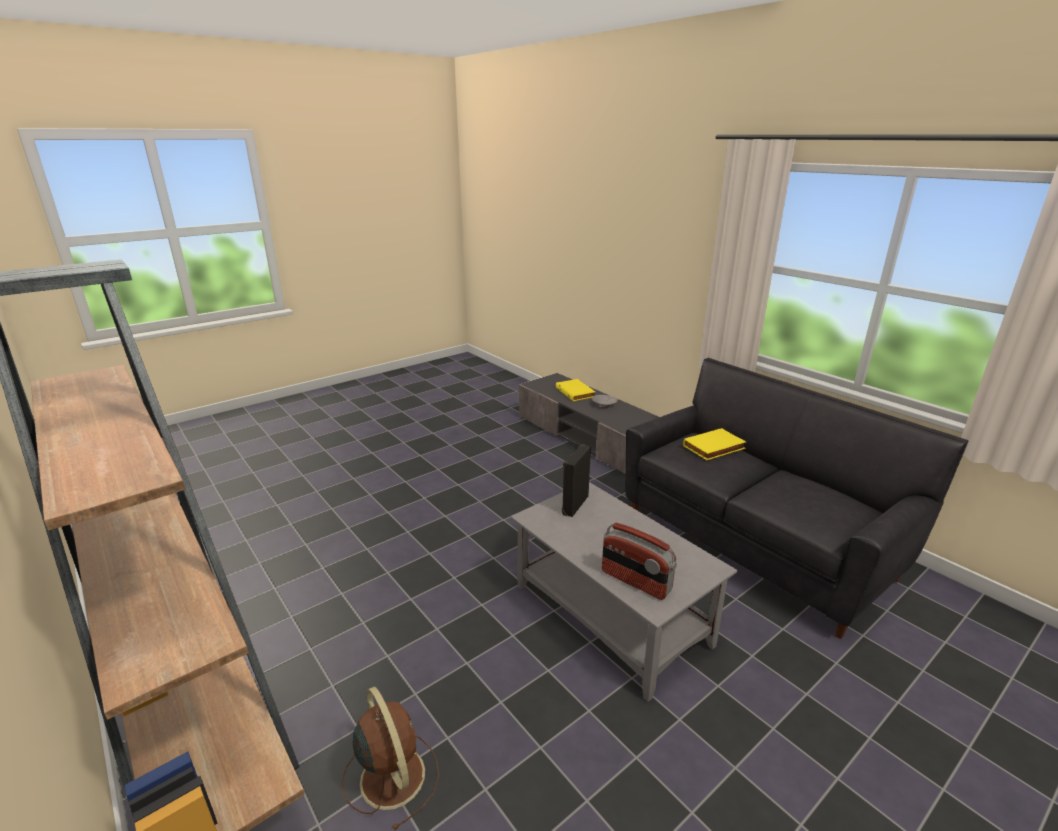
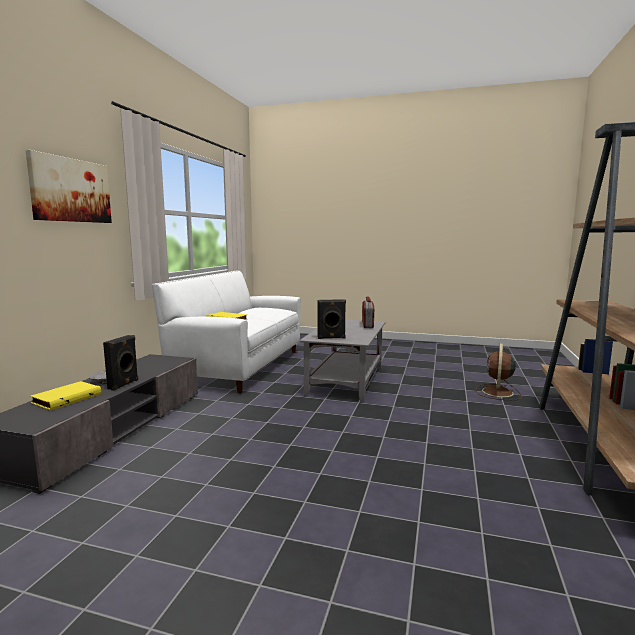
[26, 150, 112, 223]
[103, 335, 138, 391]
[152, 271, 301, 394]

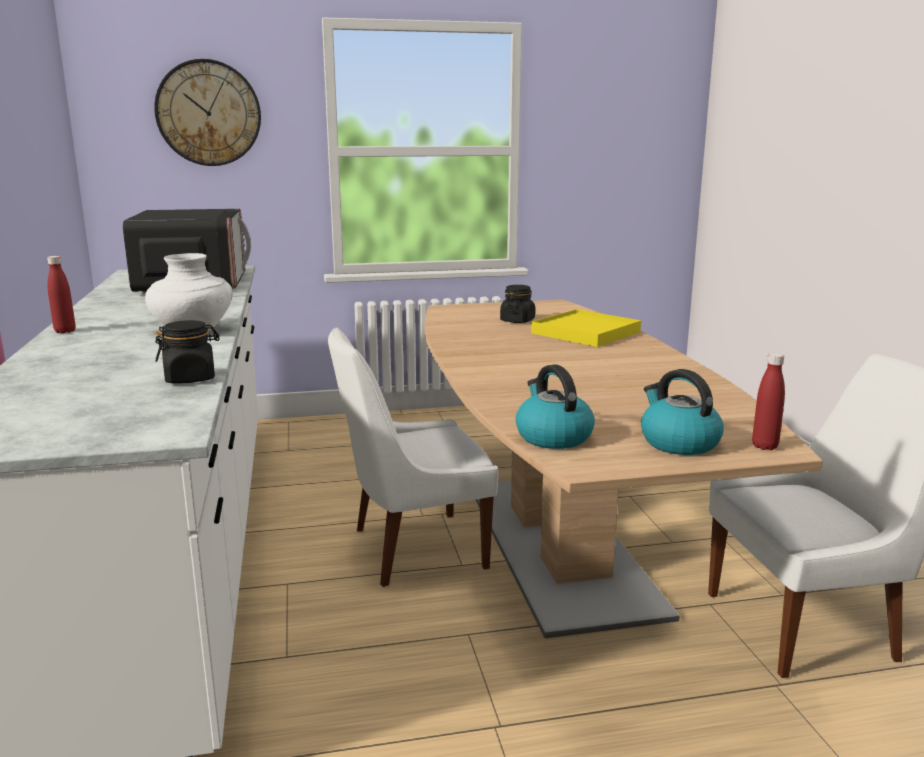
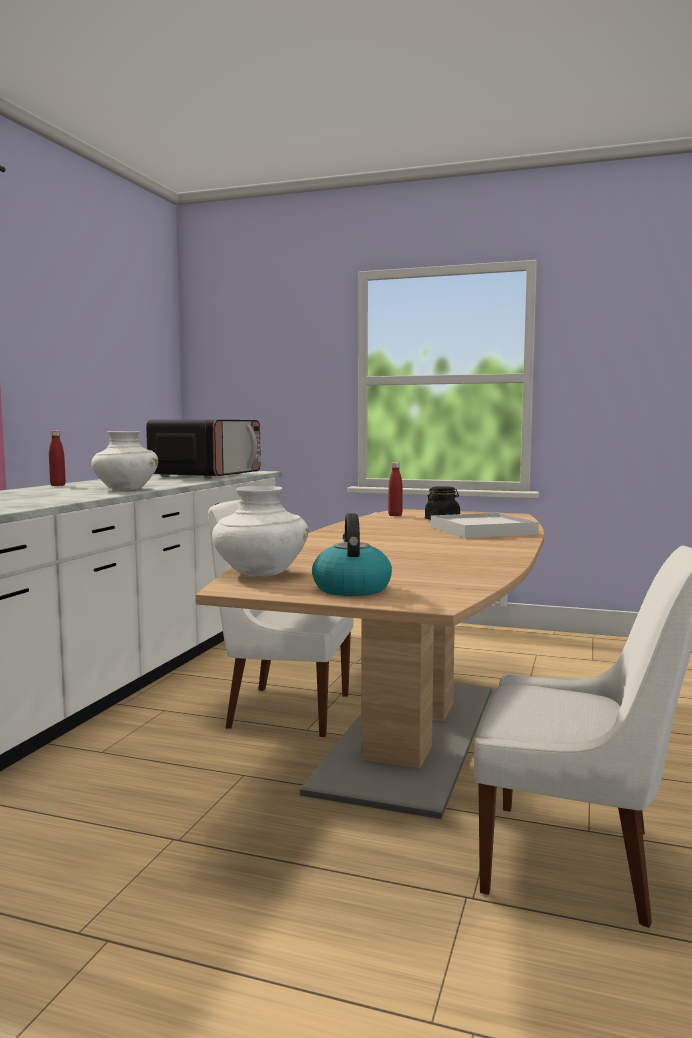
[154, 59, 261, 166] (first image)
[155, 320, 220, 383] (first image)
[388, 462, 403, 516]
[212, 486, 308, 577]
[431, 513, 539, 538]

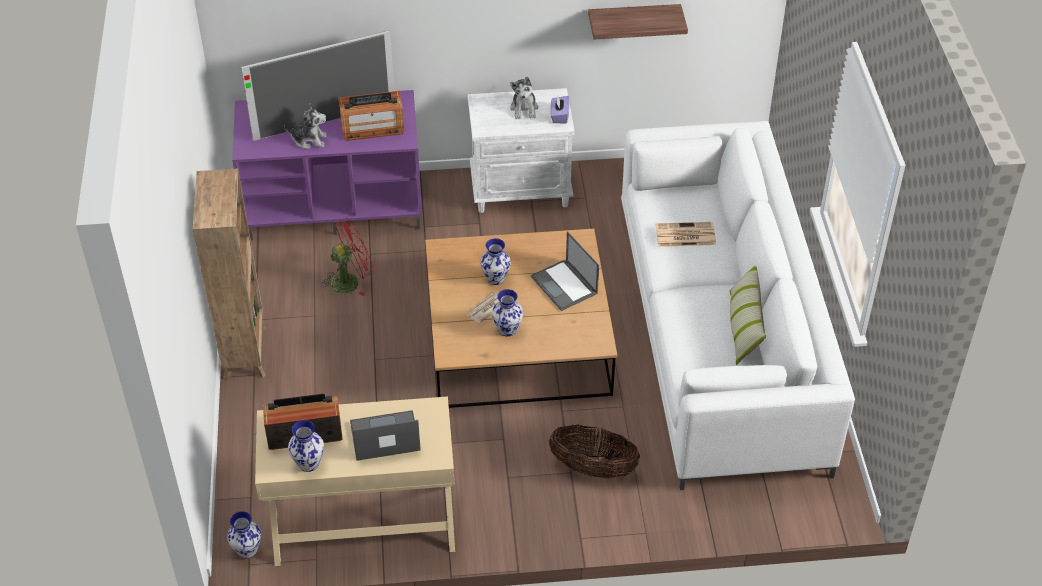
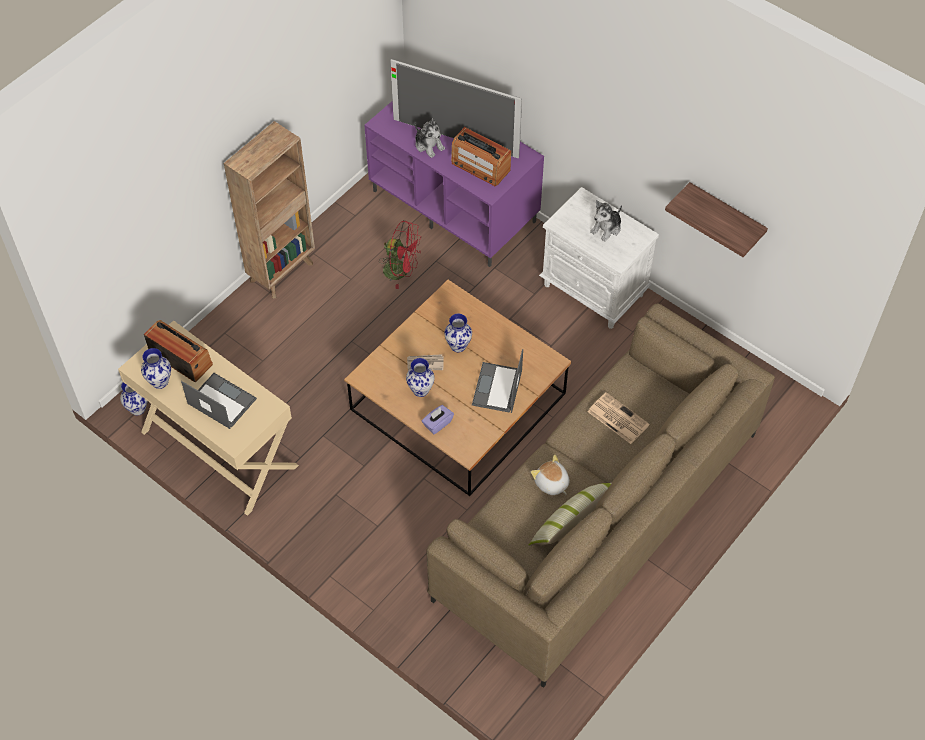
[549, 425, 640, 478] (first image)
[531, 455, 570, 495]
[422, 405, 454, 435]
[427, 303, 775, 688]

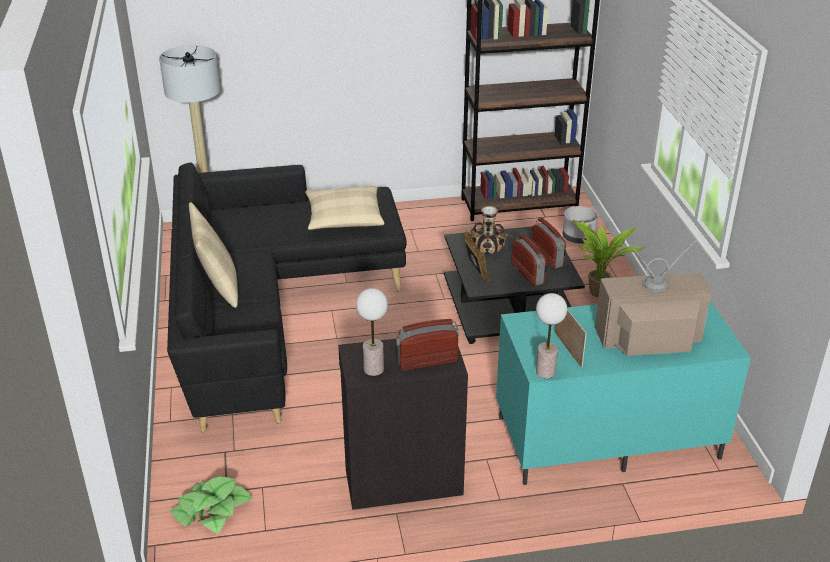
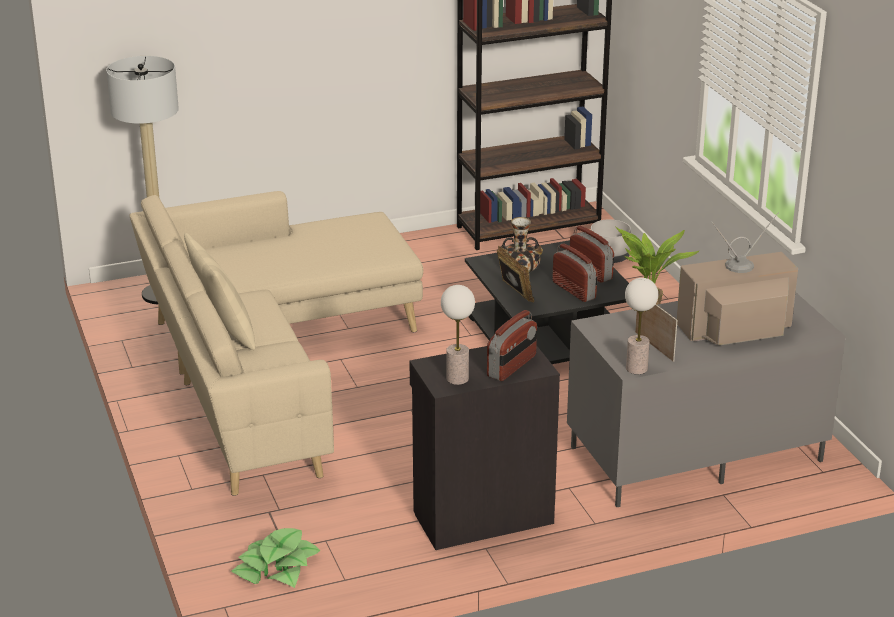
[305, 186, 384, 230] (first image)
[129, 191, 423, 496]
[567, 293, 846, 507]
[487, 310, 537, 381]

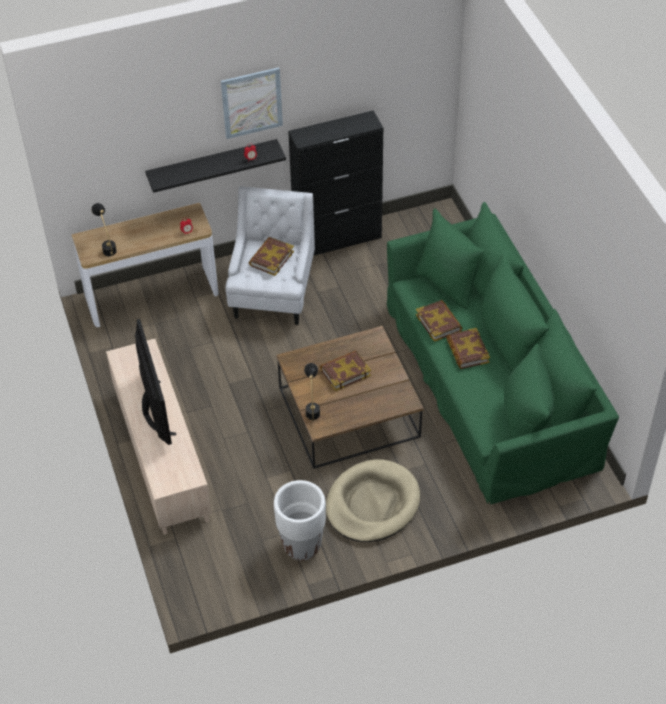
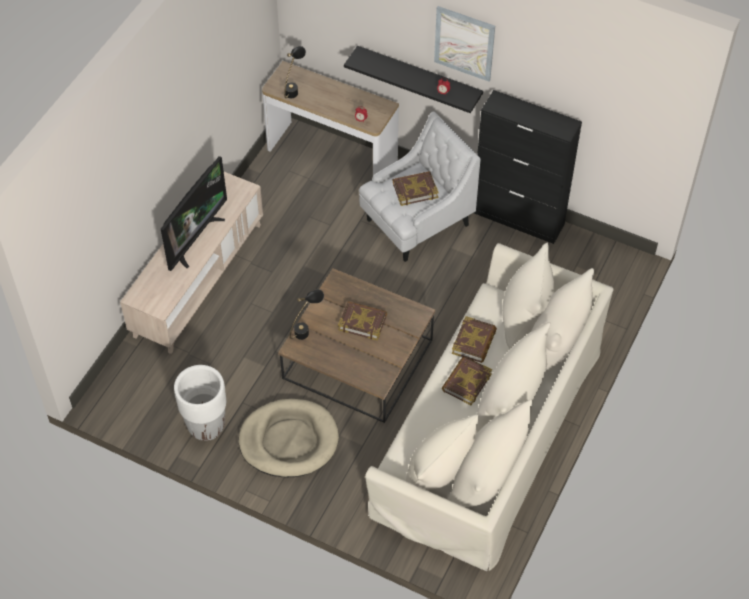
[365, 242, 614, 571]

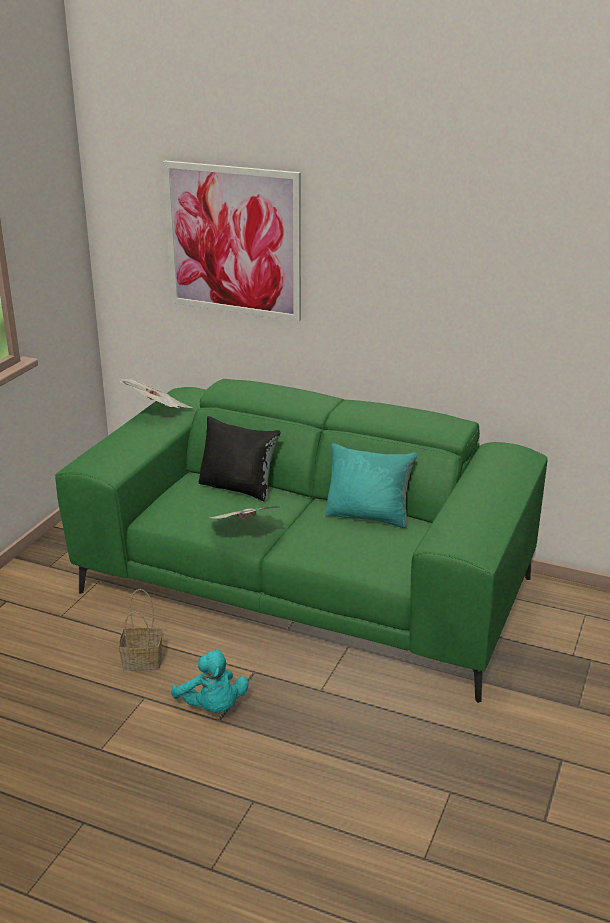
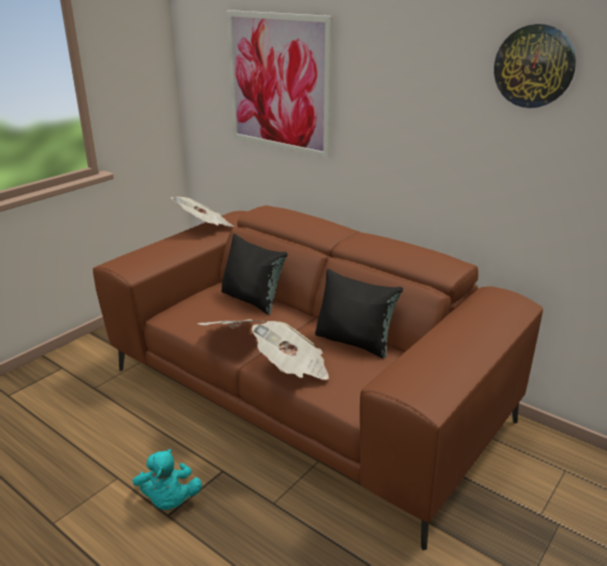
[119, 589, 162, 671] (first image)
[252, 321, 329, 380]
[494, 24, 576, 108]
[93, 205, 543, 550]
[315, 269, 403, 358]

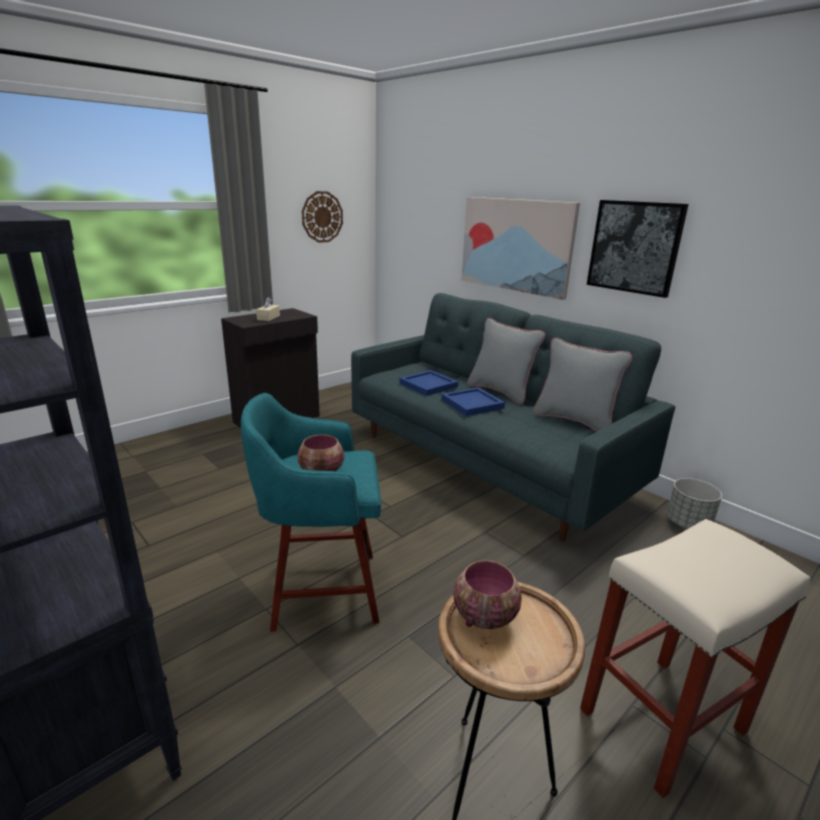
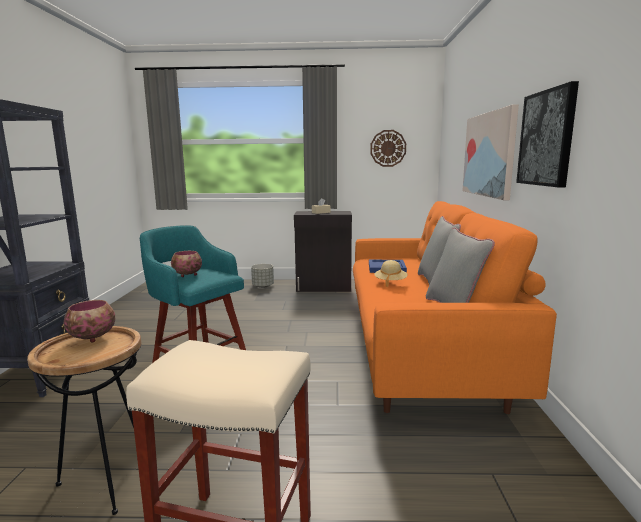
[251, 264, 274, 288]
[374, 260, 408, 287]
[353, 201, 557, 414]

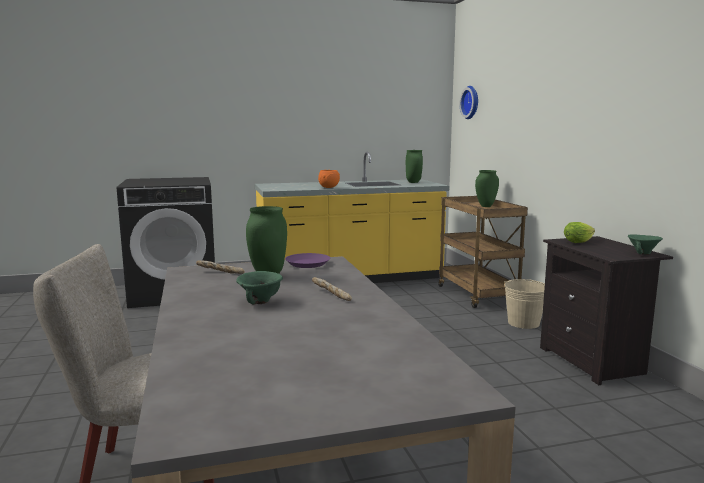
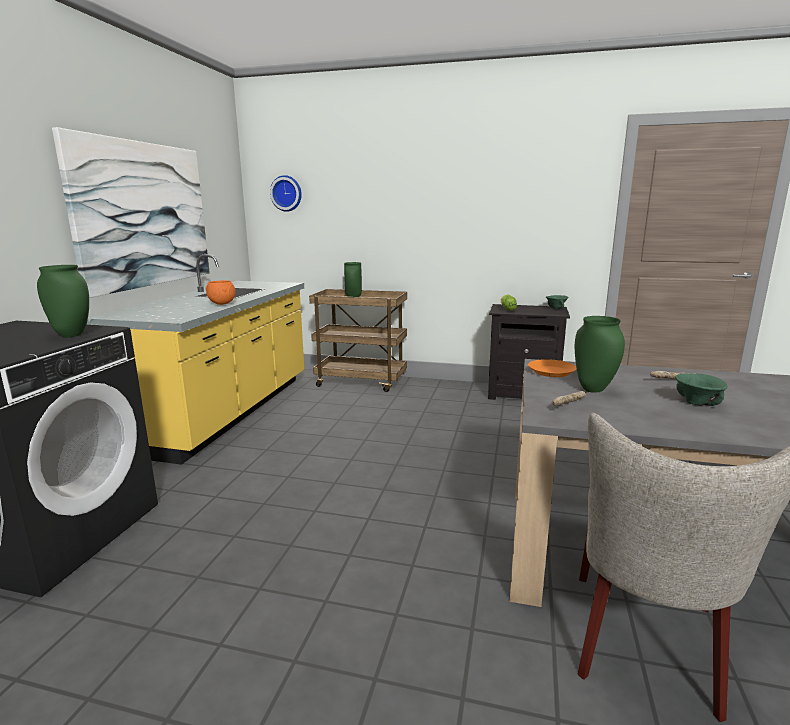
[504, 279, 545, 329] (first image)
[52, 127, 210, 298]
[37, 265, 89, 338]
[528, 359, 577, 377]

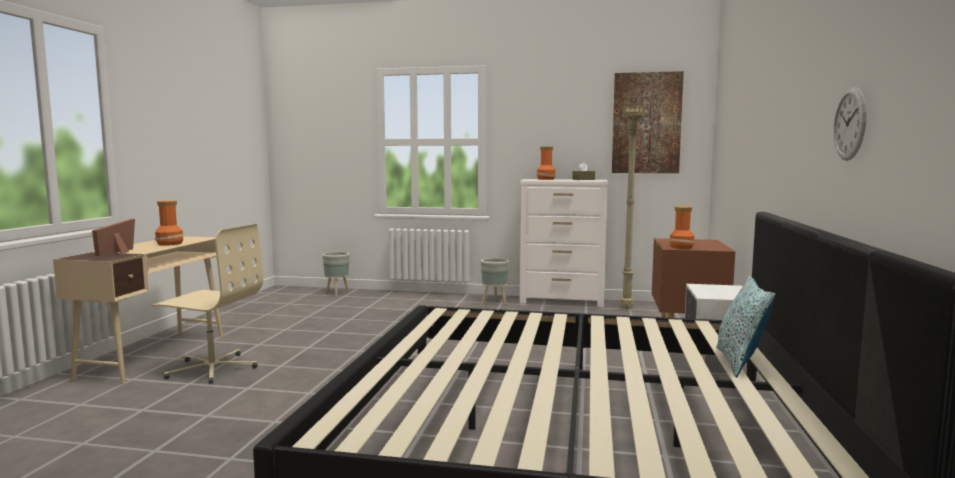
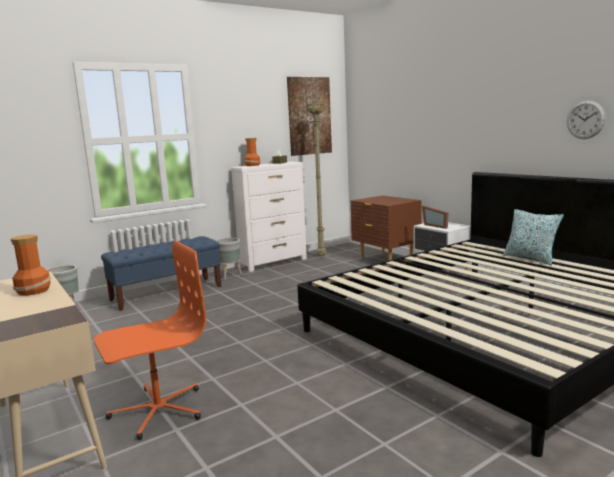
[669, 206, 695, 249] (first image)
[101, 236, 222, 311]
[422, 205, 449, 229]
[94, 241, 206, 440]

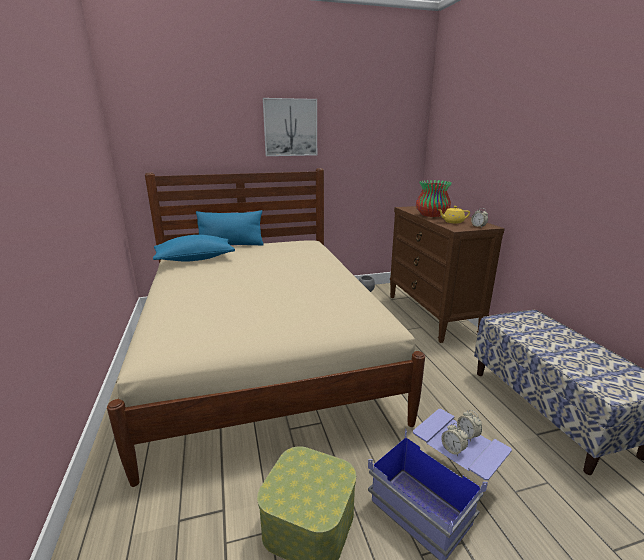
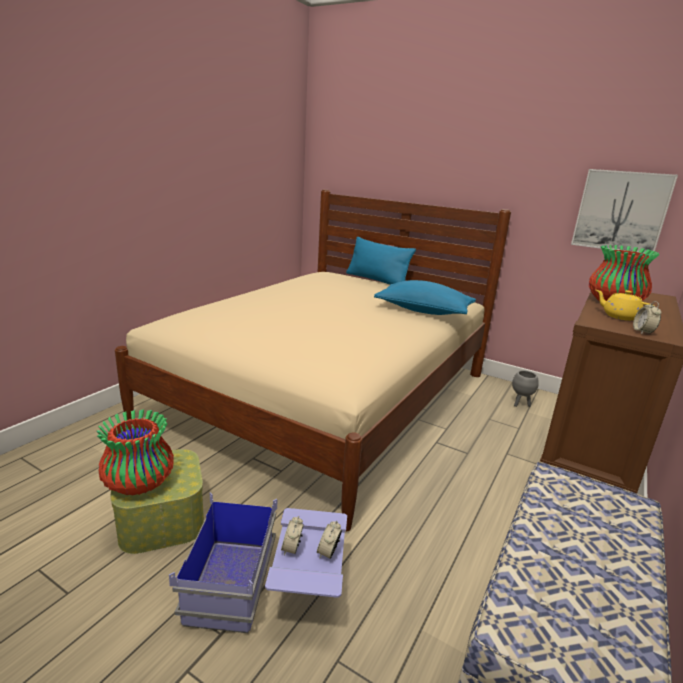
[97, 409, 174, 496]
[374, 280, 476, 315]
[571, 169, 678, 254]

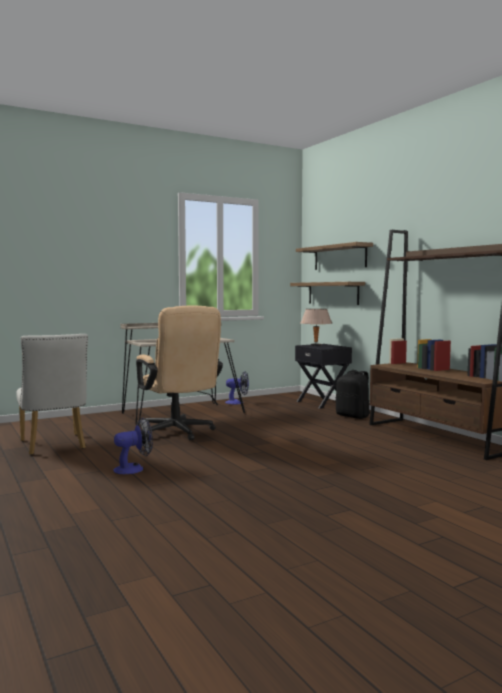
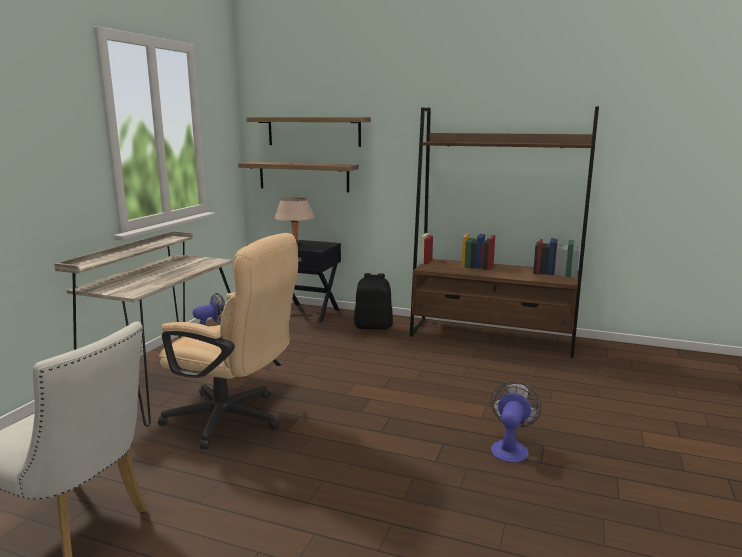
[491, 381, 541, 463]

